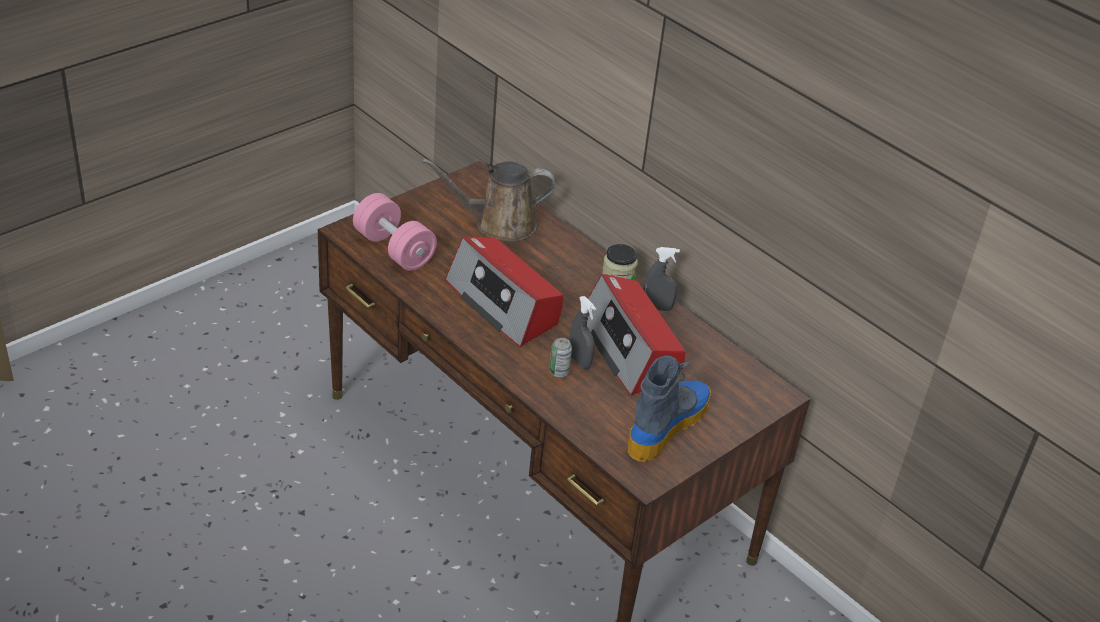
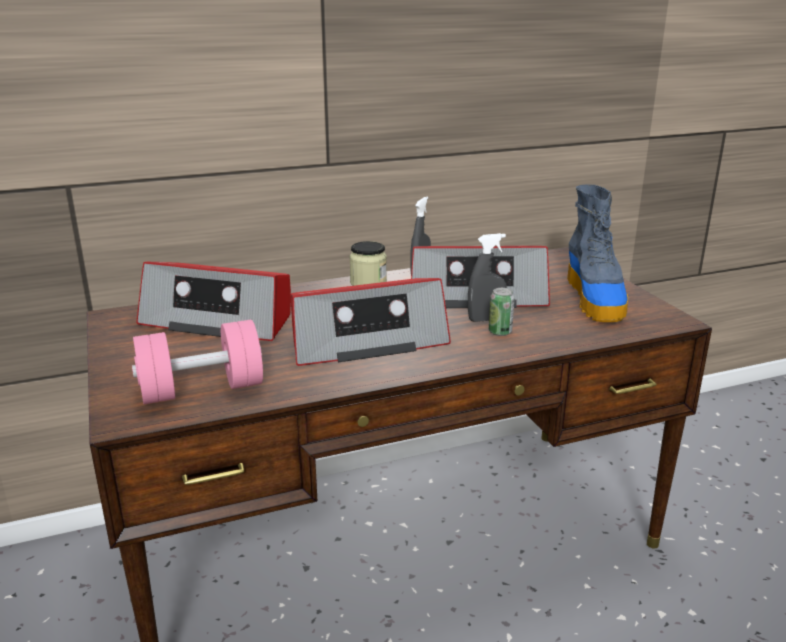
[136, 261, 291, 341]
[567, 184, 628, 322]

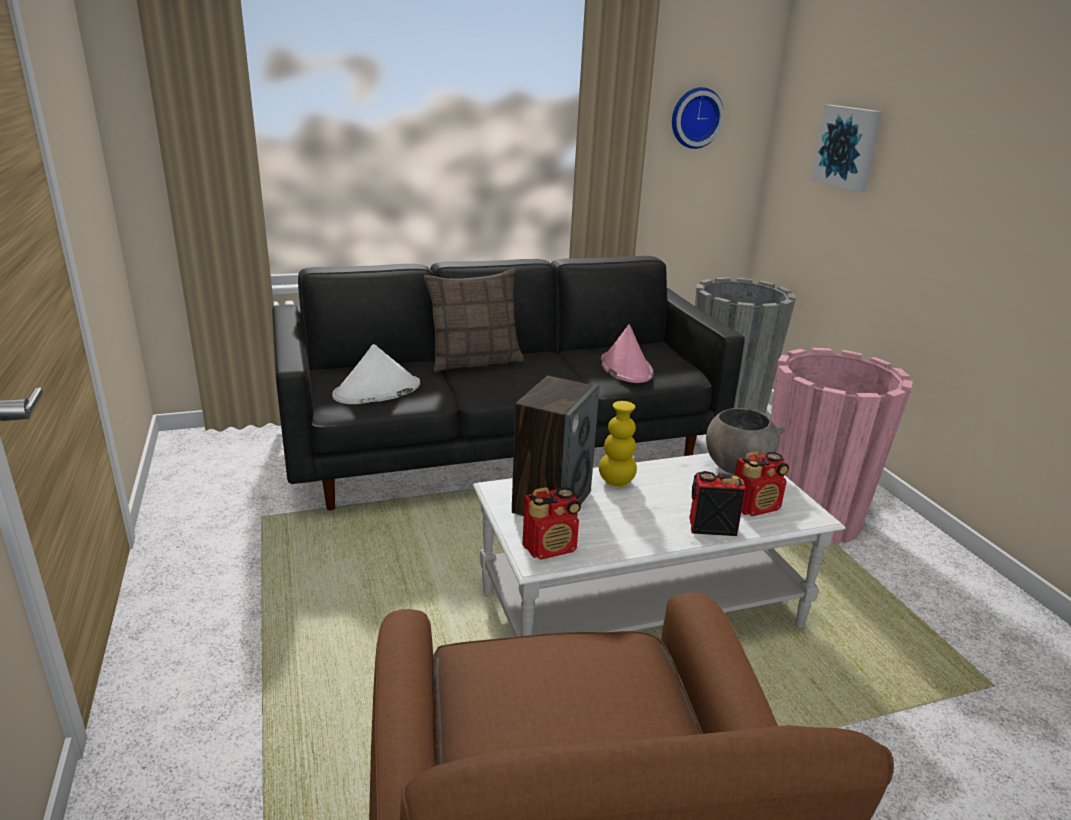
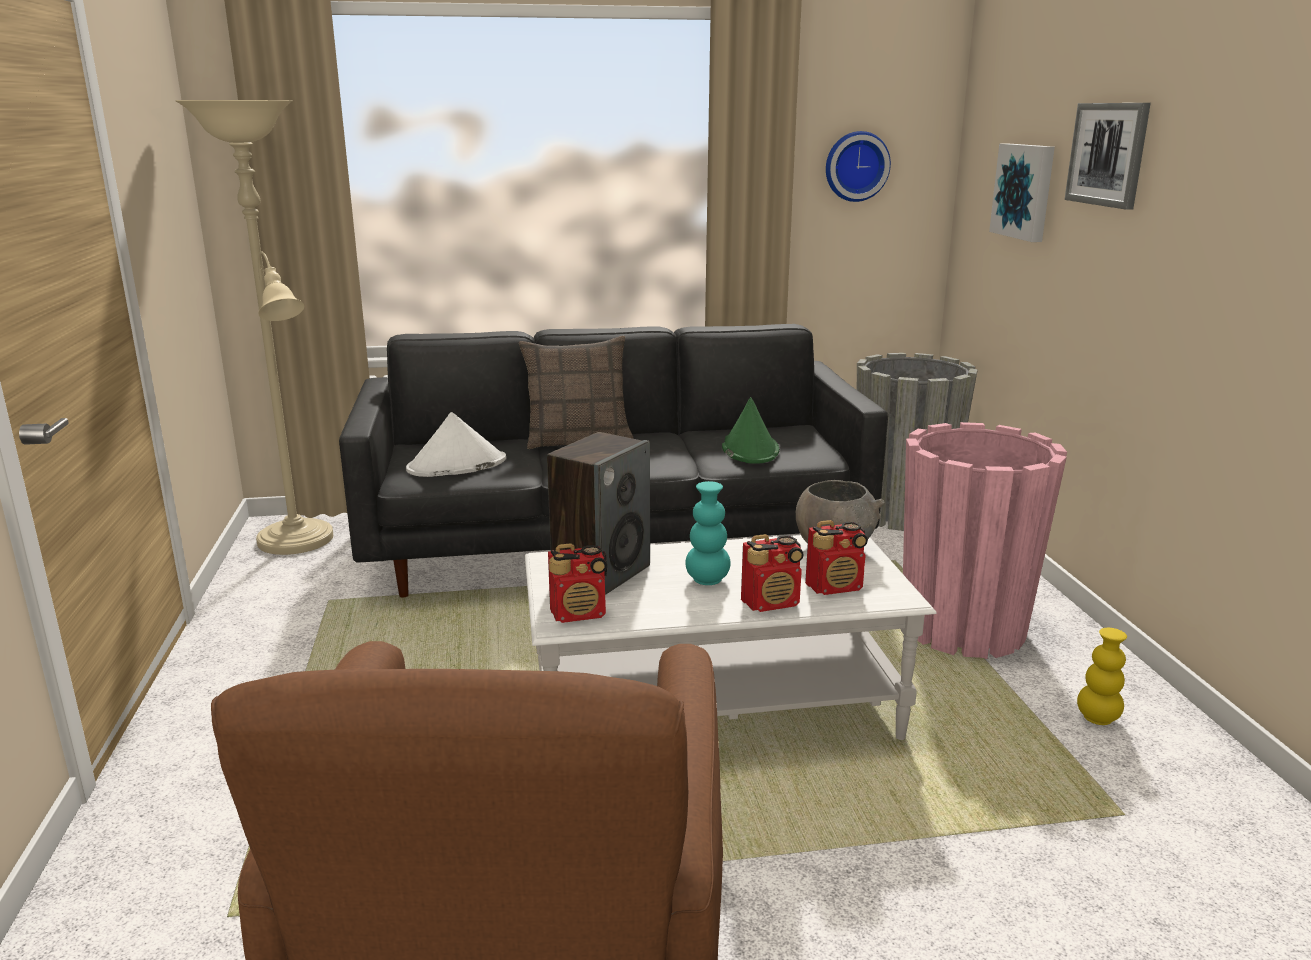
[175, 100, 334, 555]
[685, 481, 731, 585]
[1064, 103, 1151, 210]
[1077, 628, 1127, 725]
[722, 397, 779, 464]
[741, 534, 804, 612]

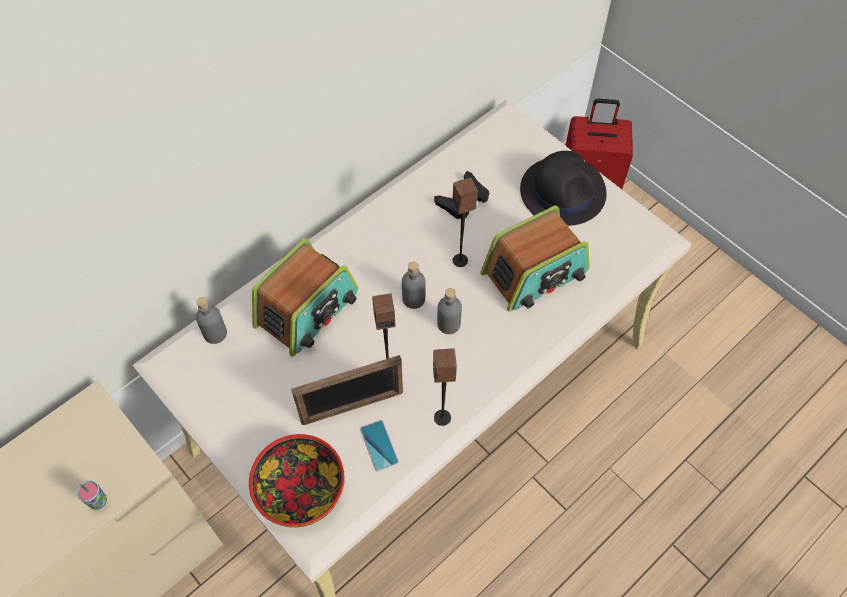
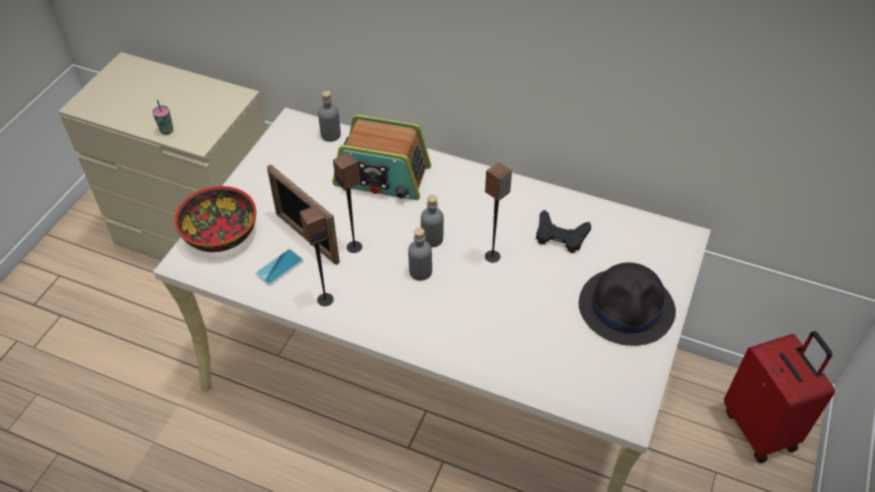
[480, 205, 590, 312] (first image)

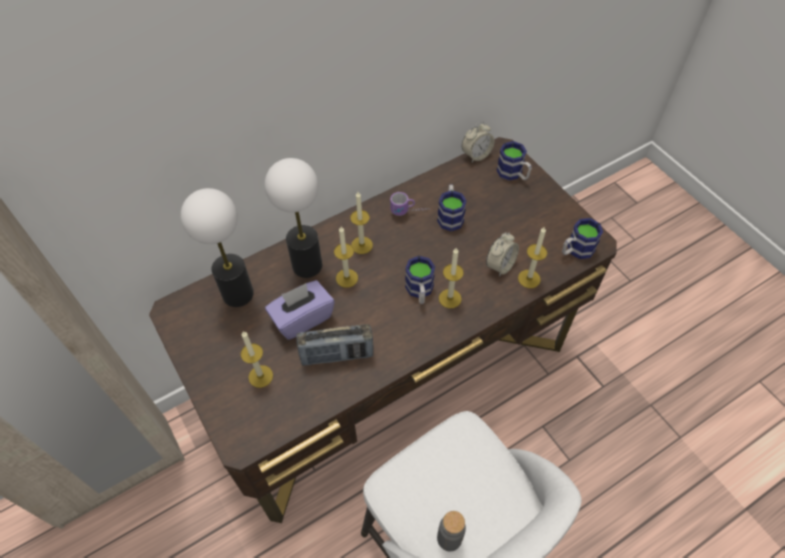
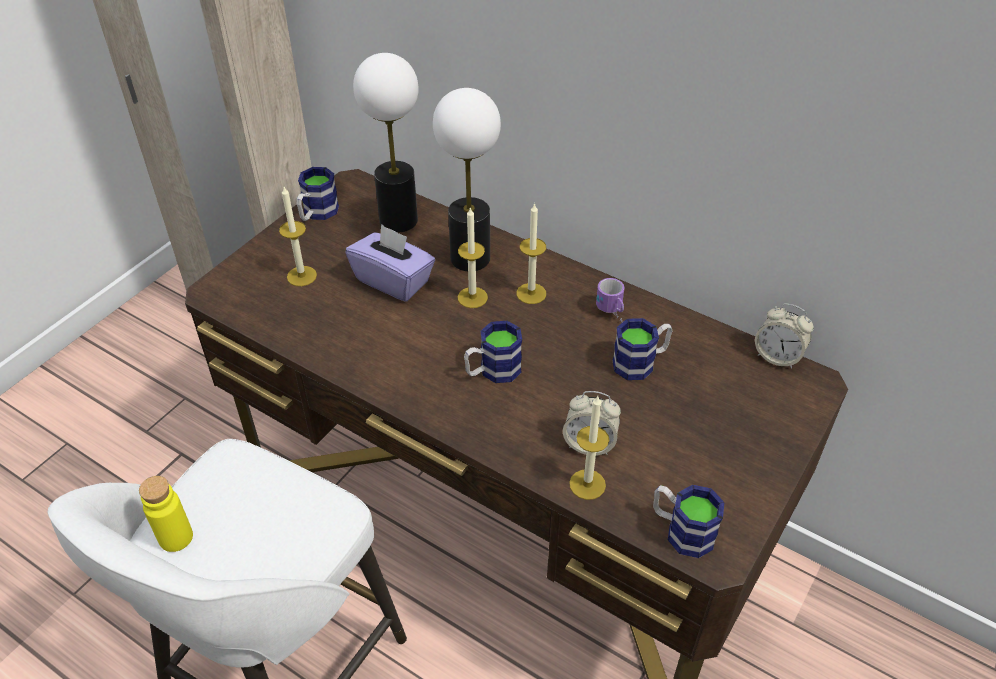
[296, 324, 373, 366] (first image)
[439, 247, 464, 308] (first image)
[297, 167, 339, 221]
[139, 476, 193, 552]

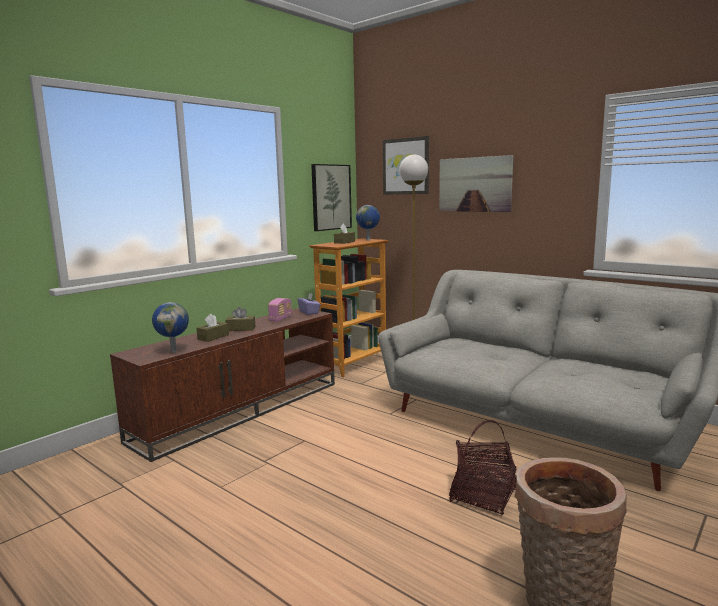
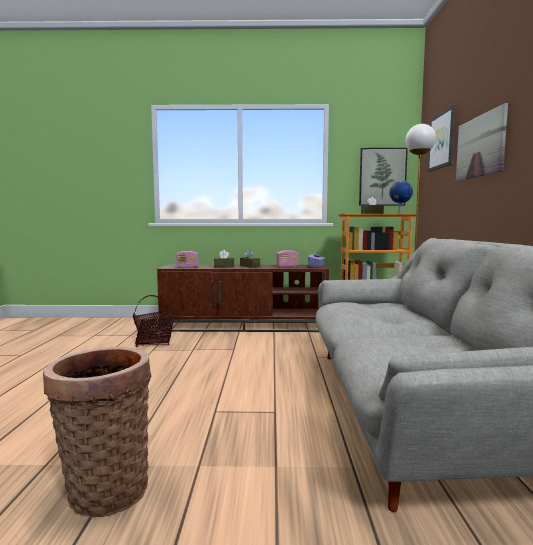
[133, 295, 174, 347]
[176, 251, 199, 268]

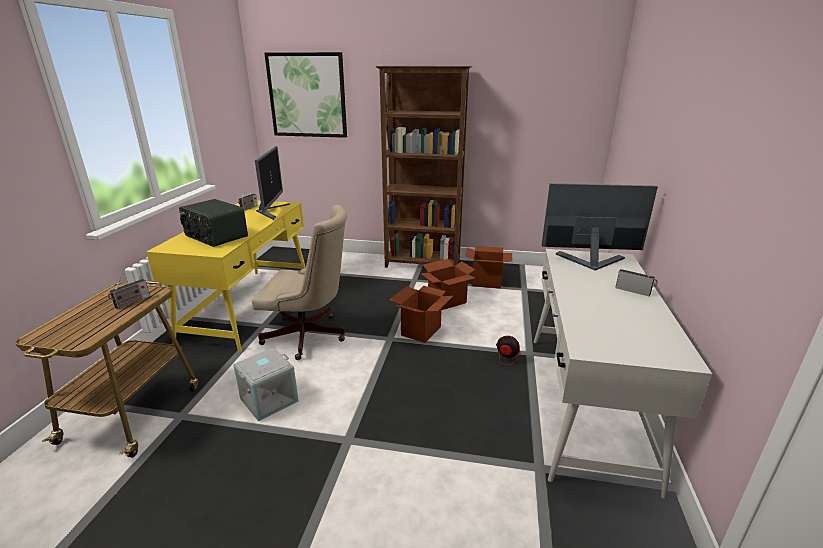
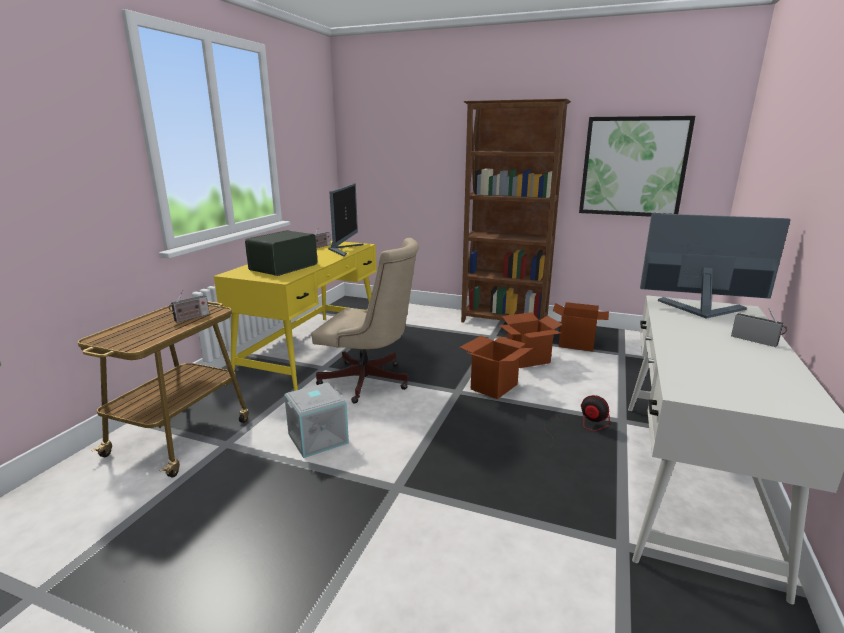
[579, 116, 695, 217]
[245, 230, 317, 276]

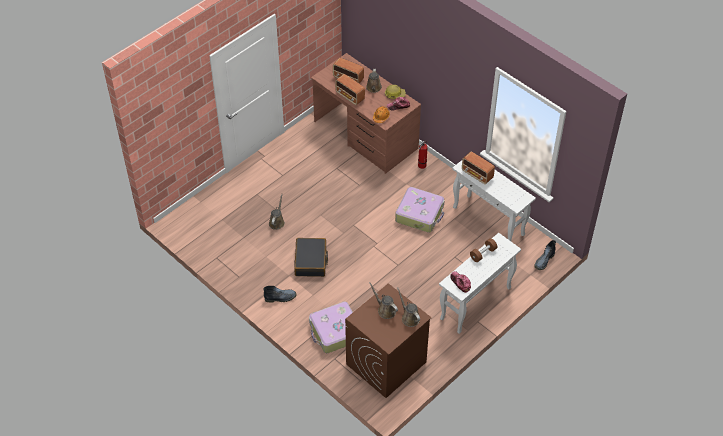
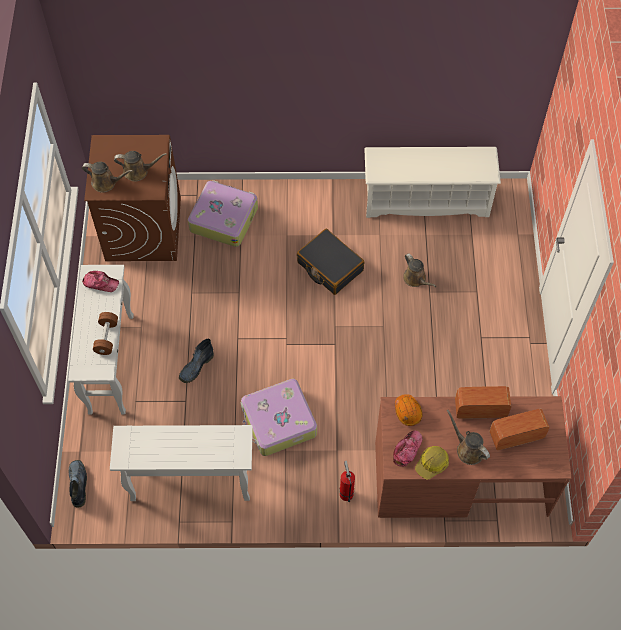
[462, 152, 495, 184] (first image)
[364, 147, 501, 218]
[179, 339, 214, 383]

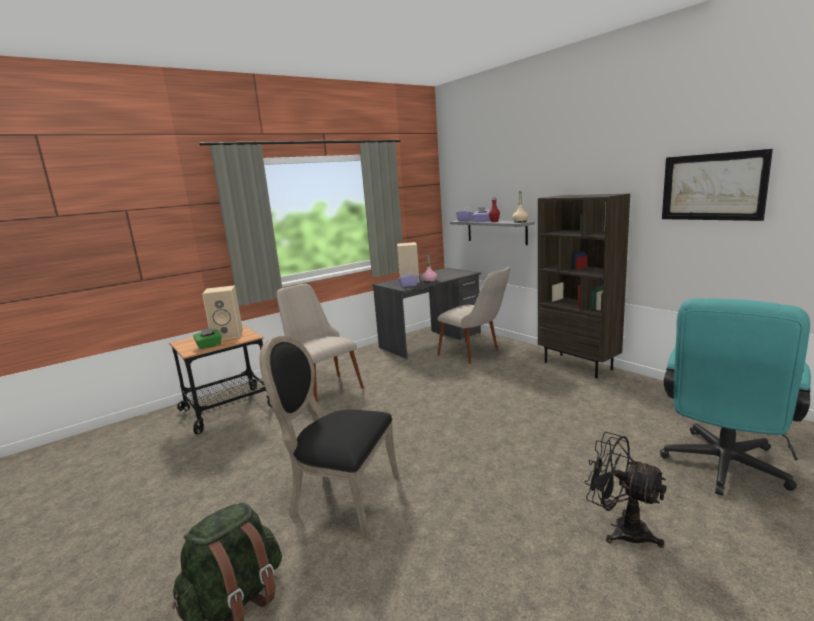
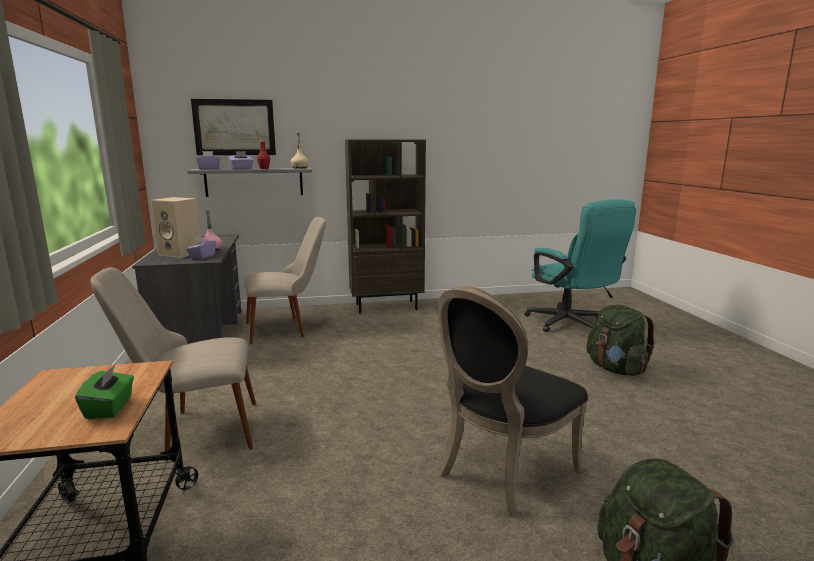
[202, 285, 243, 340] (first image)
[191, 99, 276, 155]
[587, 305, 655, 376]

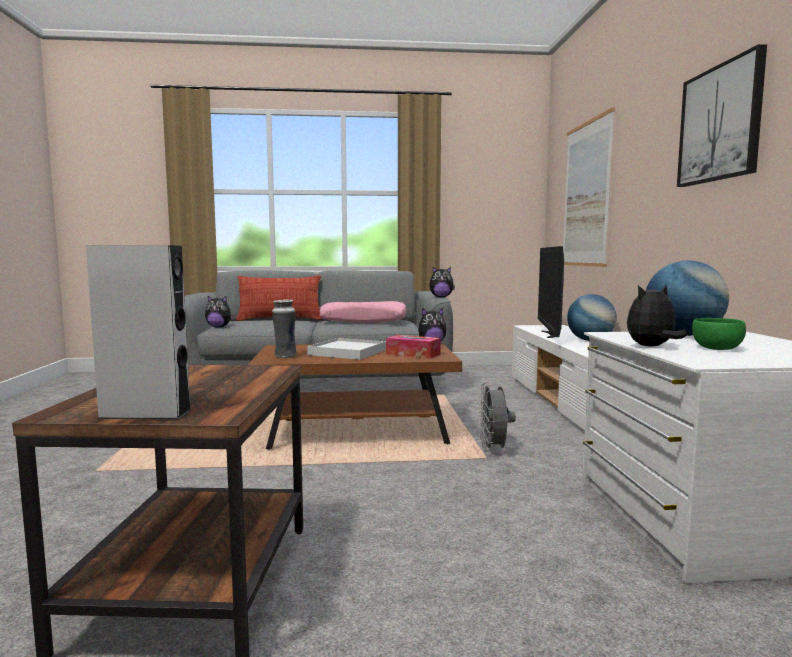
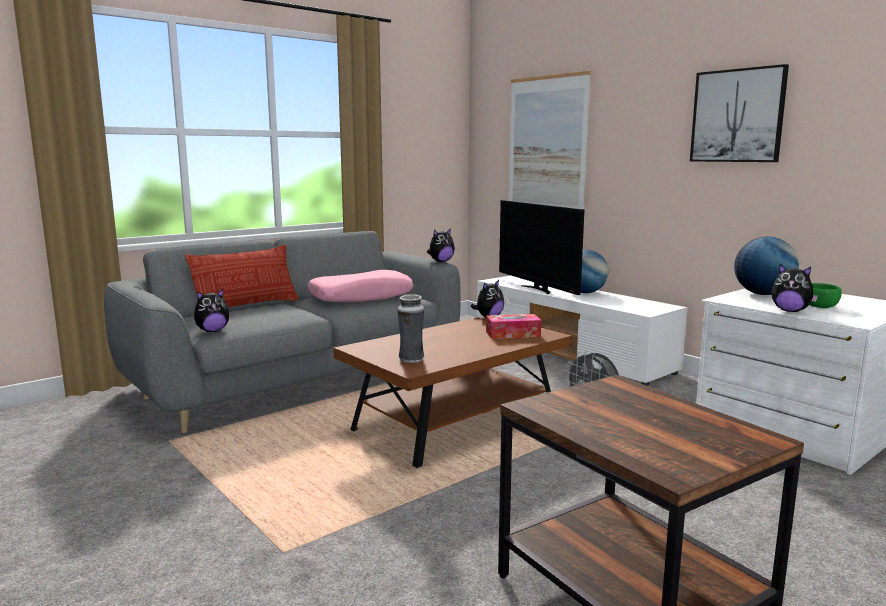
[86, 245, 191, 419] (first image)
[307, 338, 386, 360] (first image)
[771, 264, 818, 312]

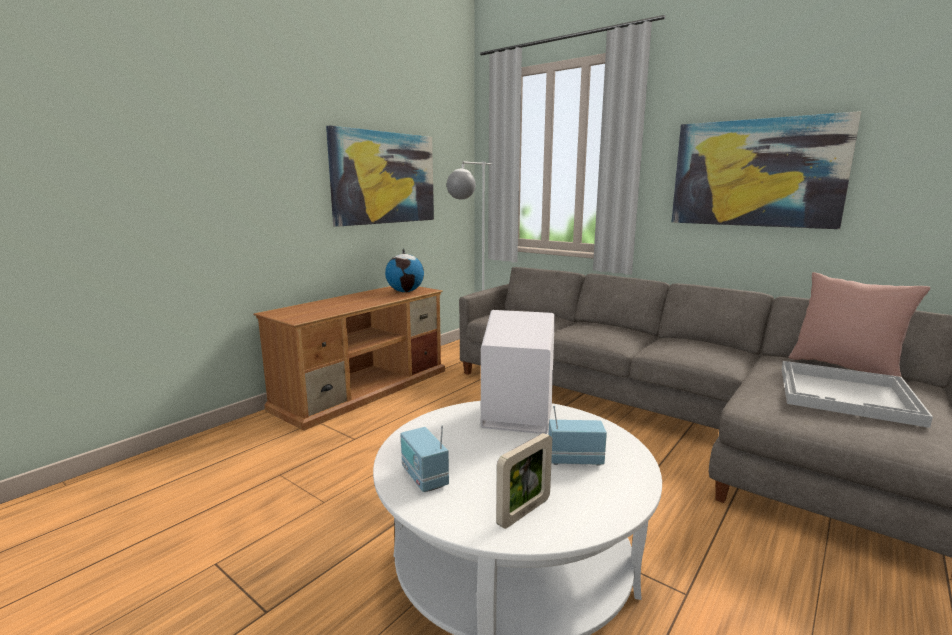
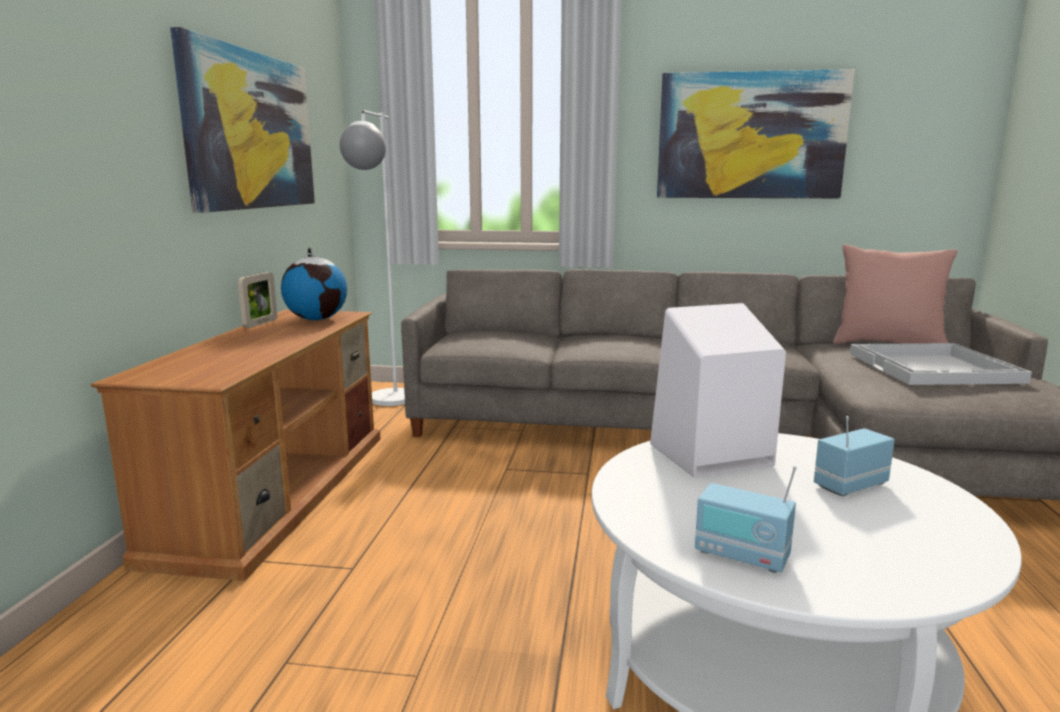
[238, 272, 277, 328]

